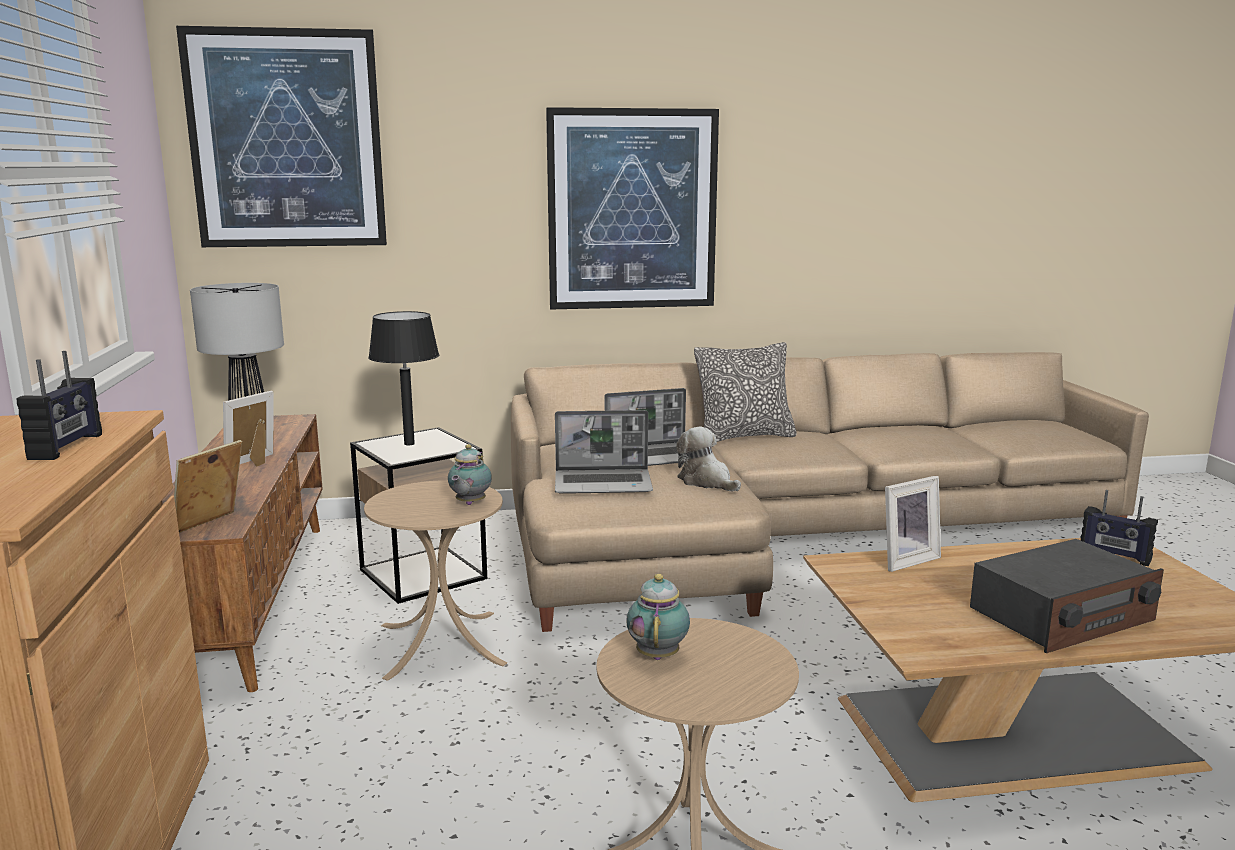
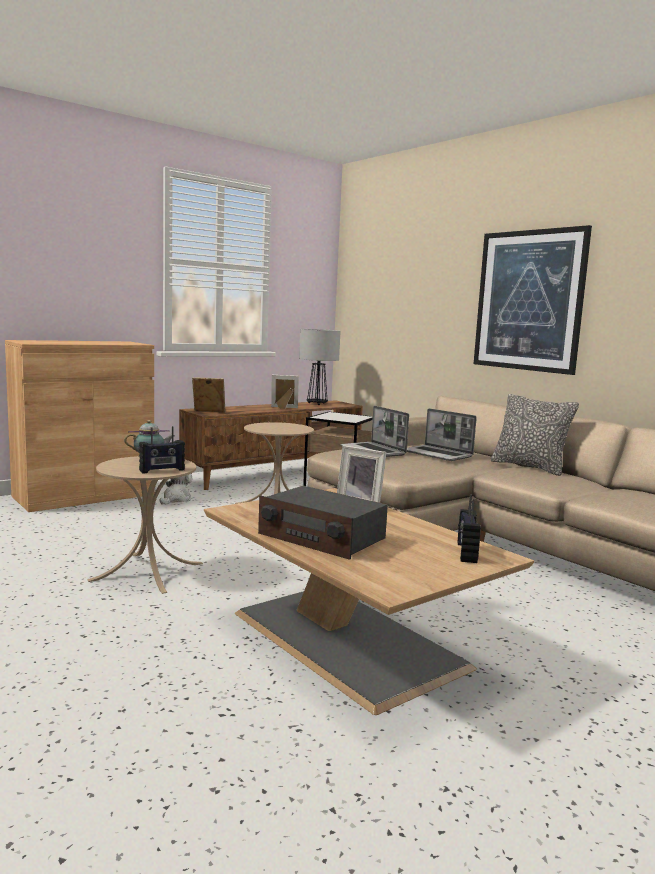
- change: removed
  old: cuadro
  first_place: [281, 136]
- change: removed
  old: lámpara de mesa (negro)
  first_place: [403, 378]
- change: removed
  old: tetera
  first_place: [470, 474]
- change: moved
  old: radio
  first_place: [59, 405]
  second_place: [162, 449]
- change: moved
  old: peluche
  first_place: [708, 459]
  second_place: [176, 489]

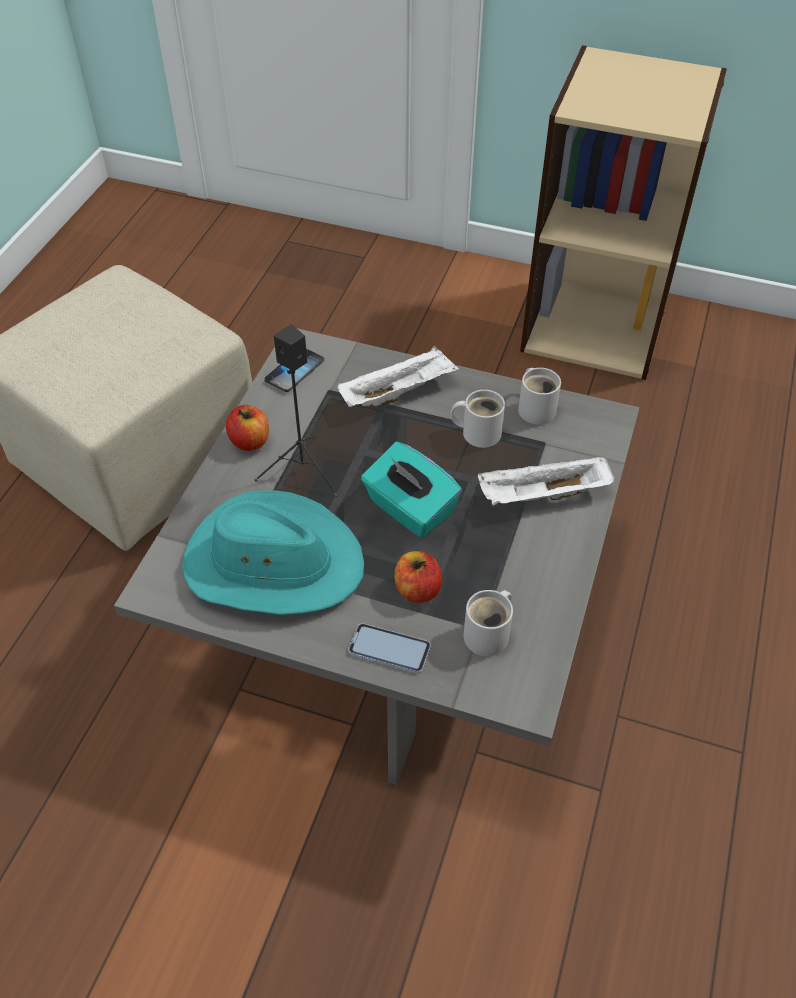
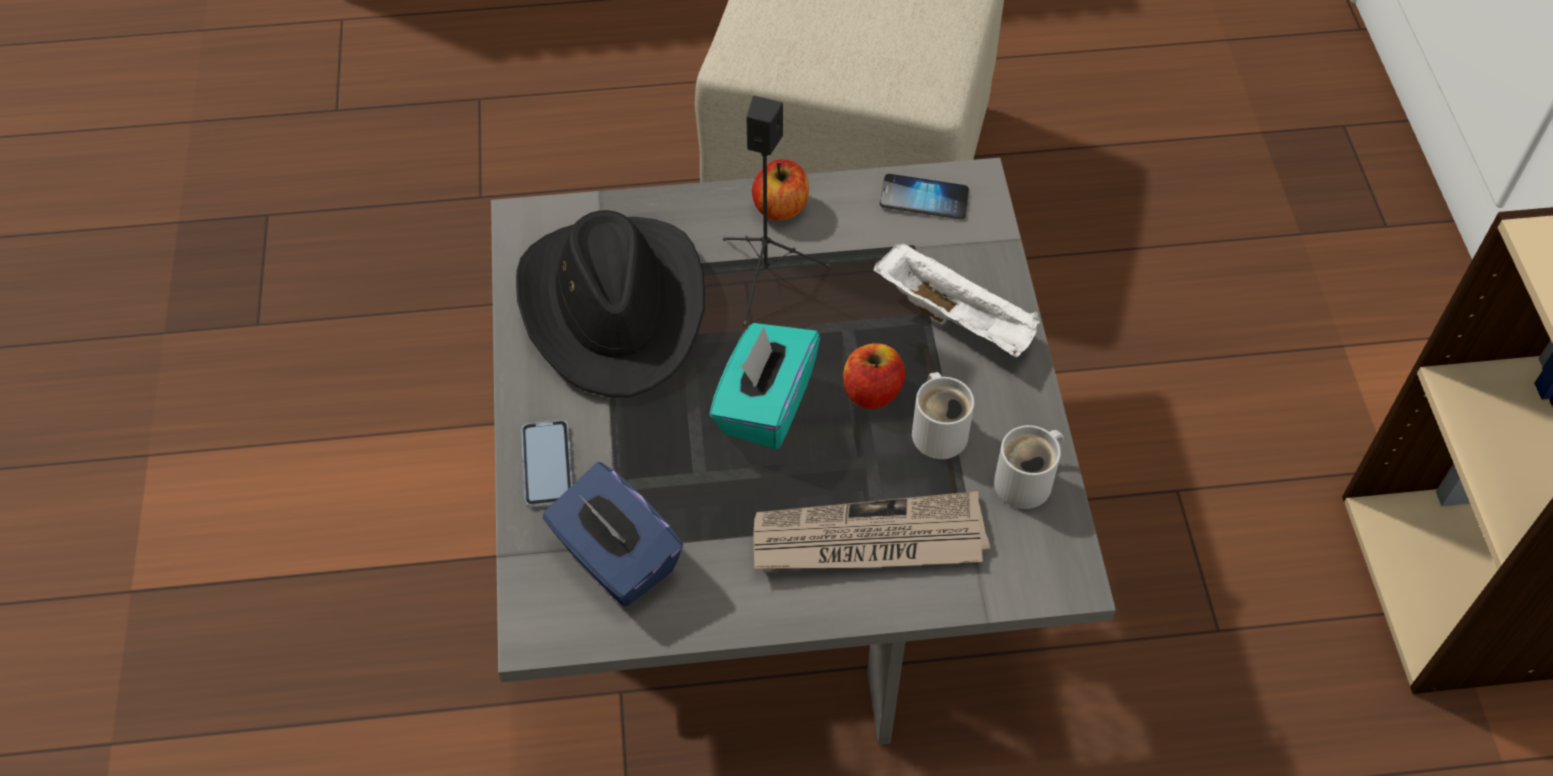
- change: moved
  old: manzana
  first_place: [418, 577]
  second_place: [874, 376]
- change: replaced
  old: taza grande (blanco)
  new: caja de pañuelos (azul)
  first_place: [488, 623]
  second_place: [613, 534]
- change: replaced
  old: bandeja (blanco)
  new: periódico
  first_place: [546, 480]
  second_place: [871, 531]
- change: recoloured
  old: sombrero (turquesa)
  new: sombrero (negro)
  first_place: [273, 552]
  second_place: [610, 303]

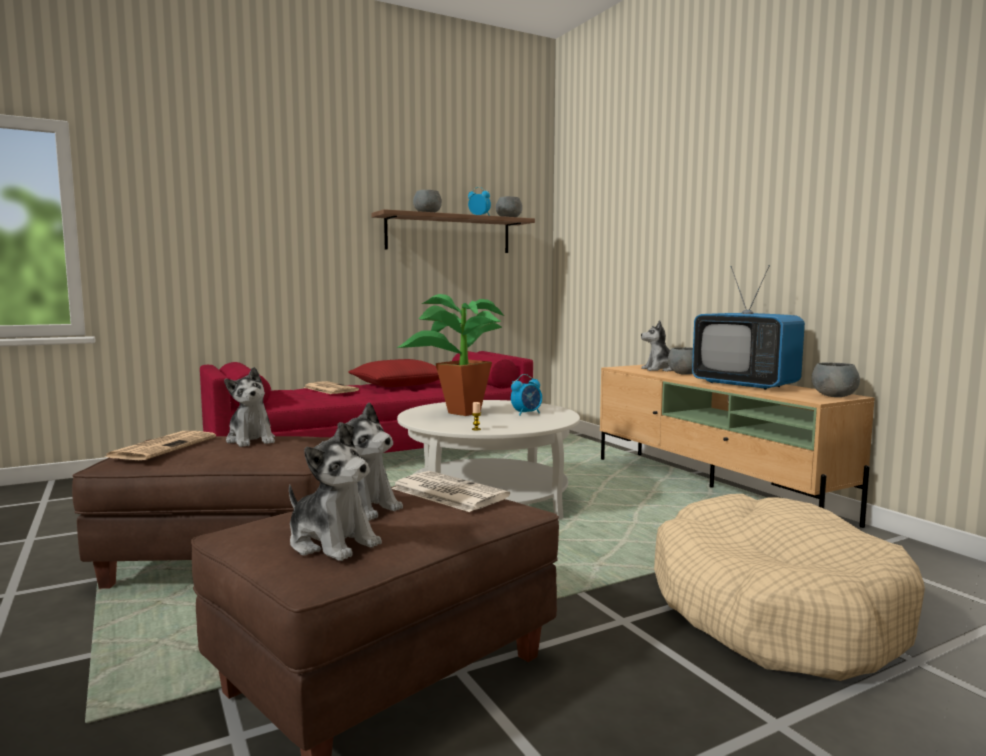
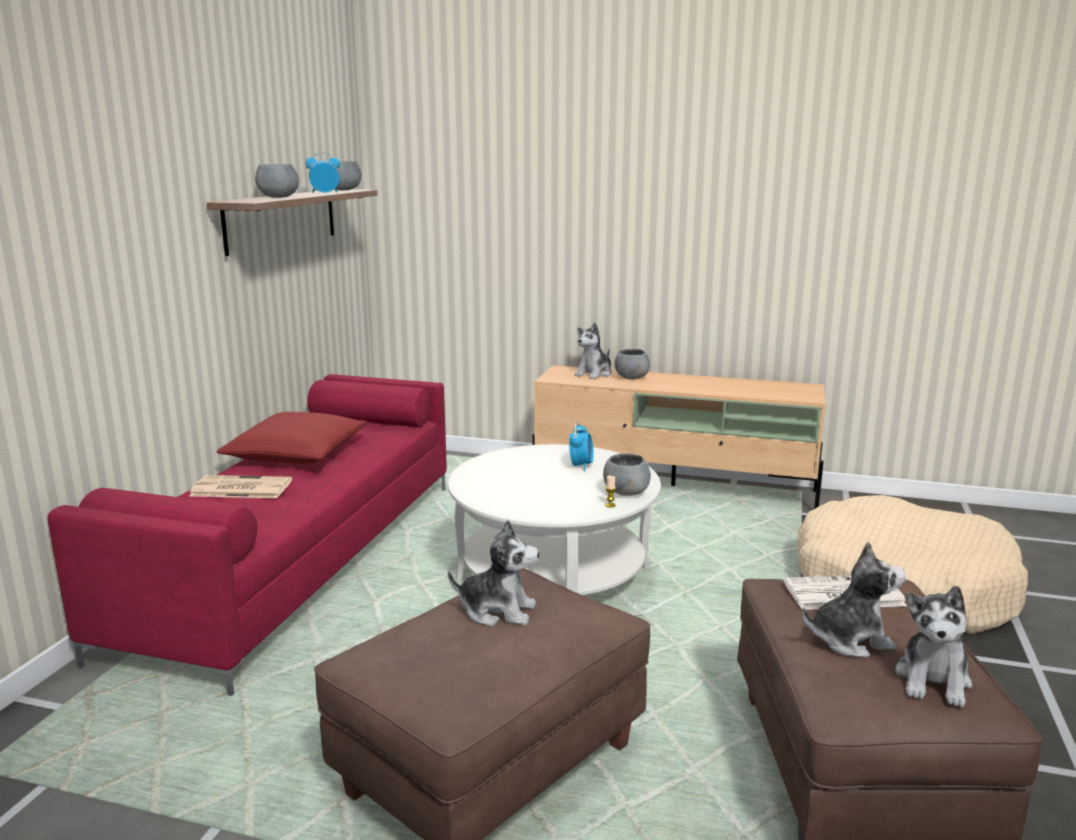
- change: removed
  old: periódico
  first_place: [160, 445]
- change: removed
  old: planta en maceta
  first_place: [450, 355]
- change: removed
  old: televisor
  first_place: [748, 327]
- change: moved
  old: cuenco (gris)
  first_place: [836, 380]
  second_place: [627, 474]
- change: turned
  old: peluche
  first_place: [335, 491]
  second_place: [933, 646]
  degrees: 120

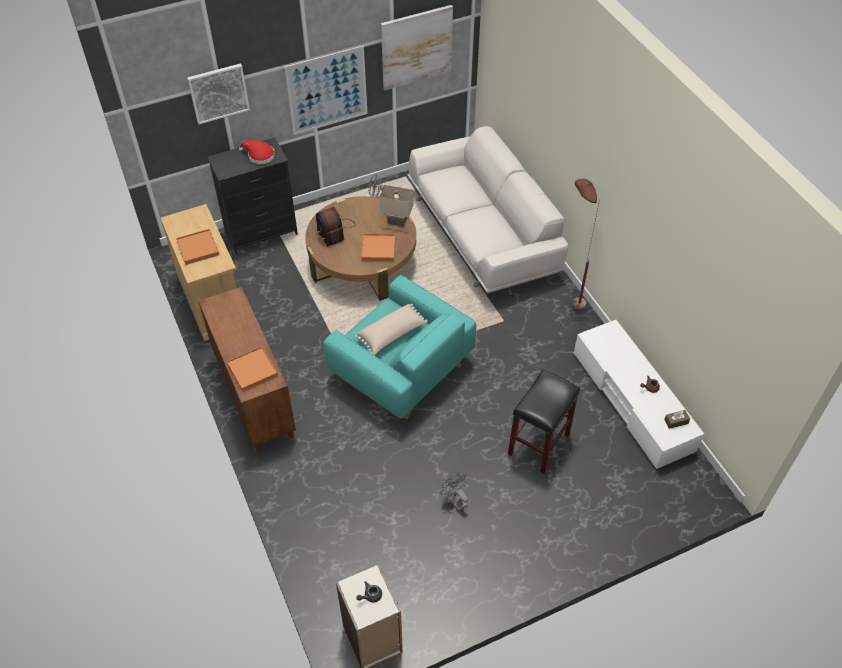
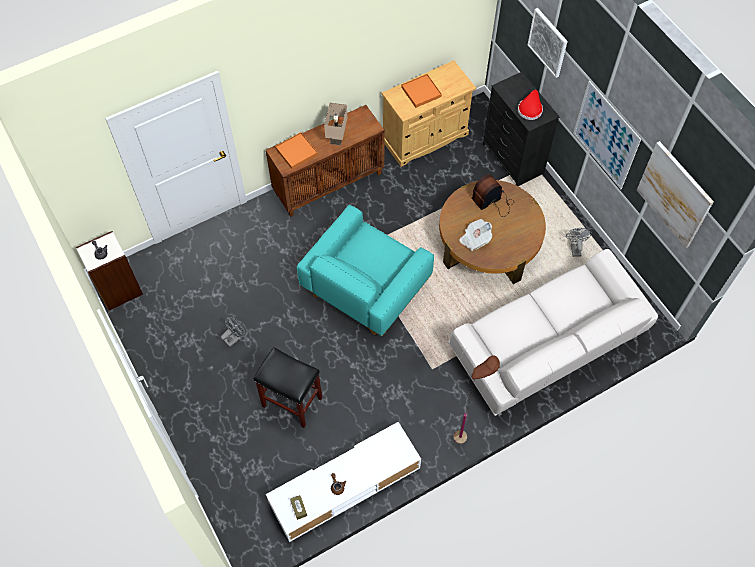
- change: removed
  old: cojín (beis)
  first_place: [391, 329]
- change: moved
  old: lámpara de mesa (beis)
  first_place: [396, 206]
  second_place: [335, 124]
- change: replaced
  old: bandeja (naranja)
  new: periódico
  first_place: [378, 247]
  second_place: [475, 235]

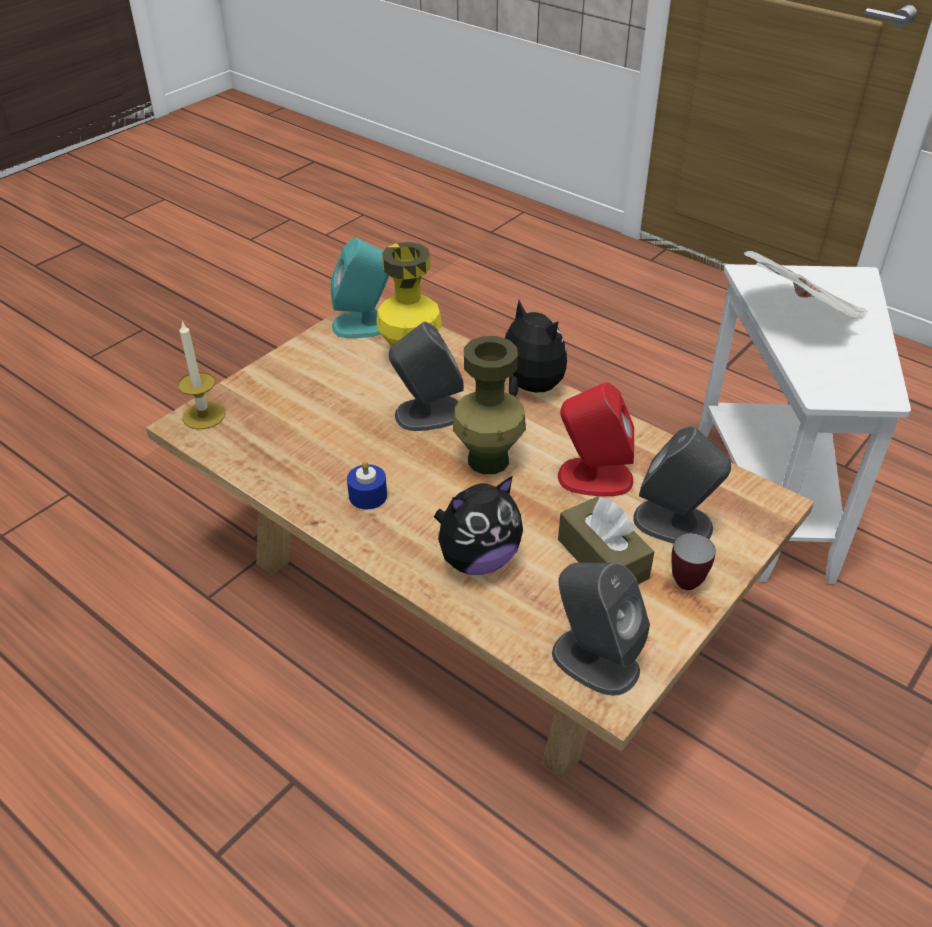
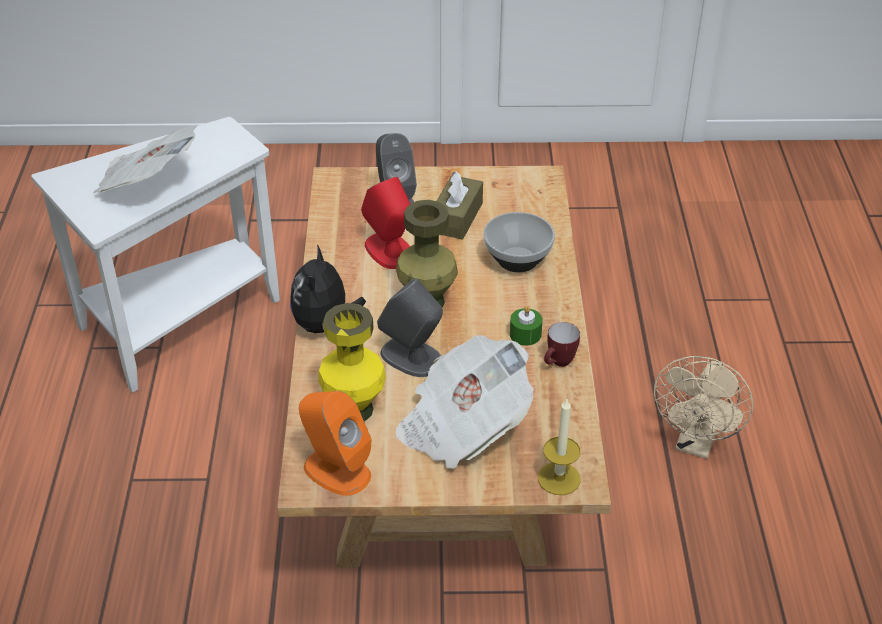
- change: removed
  old: altavoz (gris)
  first_place: [601, 629]
- change: added
  new: periódico
  second_place: [464, 402]
- change: added
  new: ventilador (beis)
  second_place: [704, 407]
- change: moved
  old: taza grande
  first_place: [693, 561]
  second_place: [562, 344]
- change: replaced
  old: peluche
  new: cuenco
  first_place: [478, 525]
  second_place: [519, 242]
- change: recoloured
  old: altavoz (turquesa)
  new: altavoz (naranja)
  first_place: [360, 288]
  second_place: [335, 443]
- change: recoloured
  old: vela (azul)
  new: vela (verde)
  first_place: [367, 485]
  second_place: [526, 326]

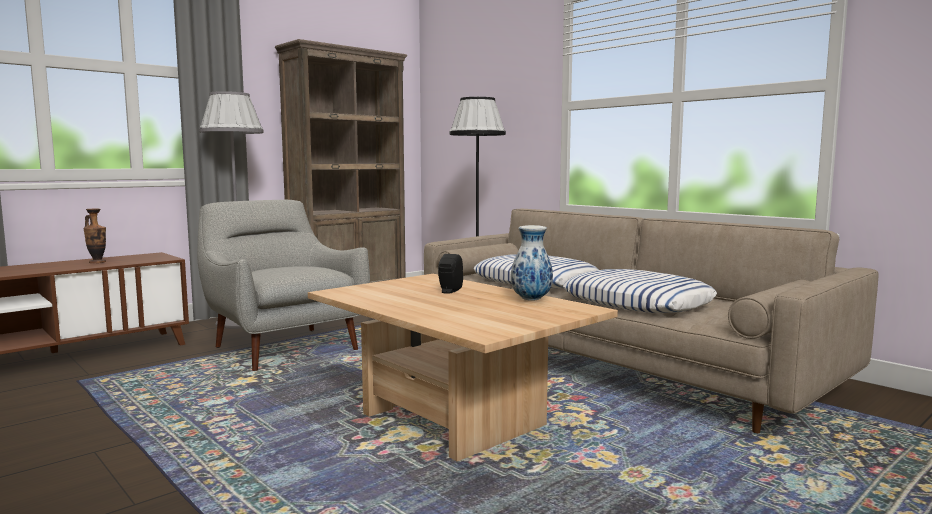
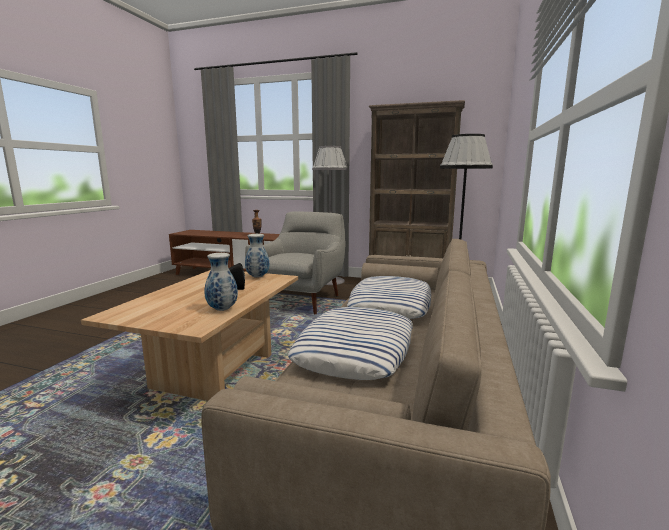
- change: added
  new: florero
  second_place: [257, 256]

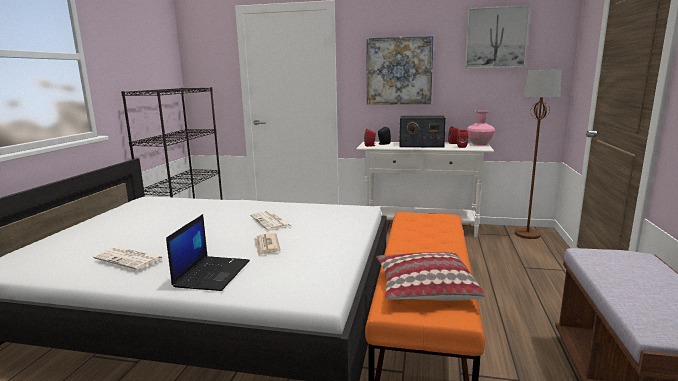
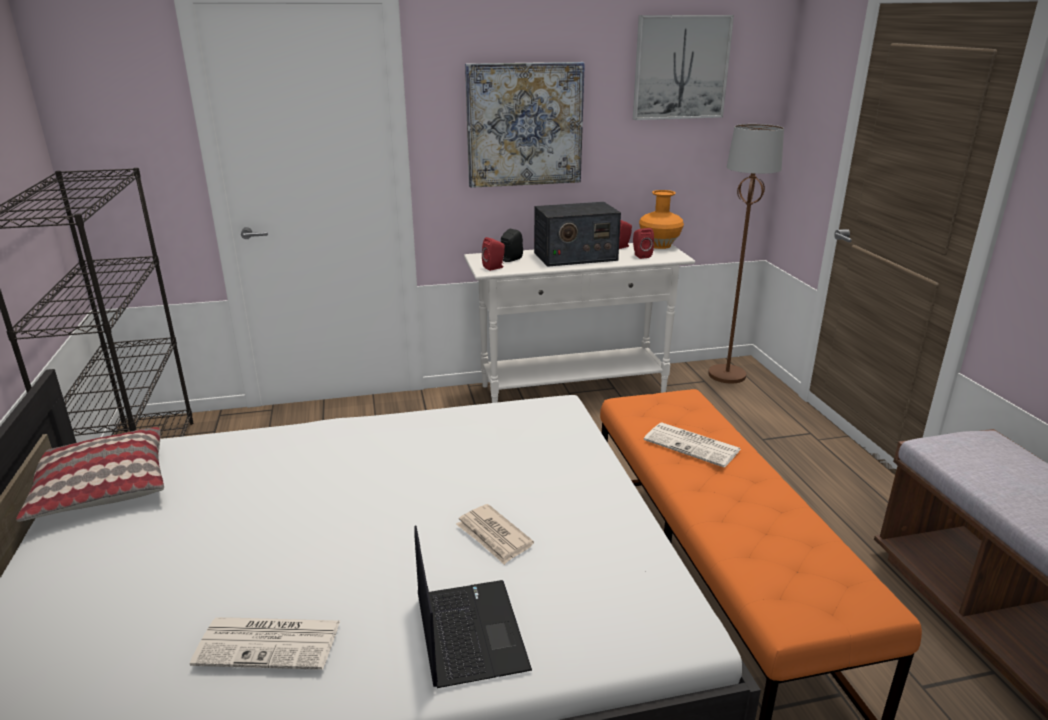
- change: moved
  old: periódico
  first_place: [271, 221]
  second_place: [692, 445]
- change: moved
  old: cojín
  first_place: [431, 276]
  second_place: [90, 474]
- change: recoloured
  old: florero (rosa)
  new: florero (naranja)
  first_place: [481, 128]
  second_place: [661, 219]

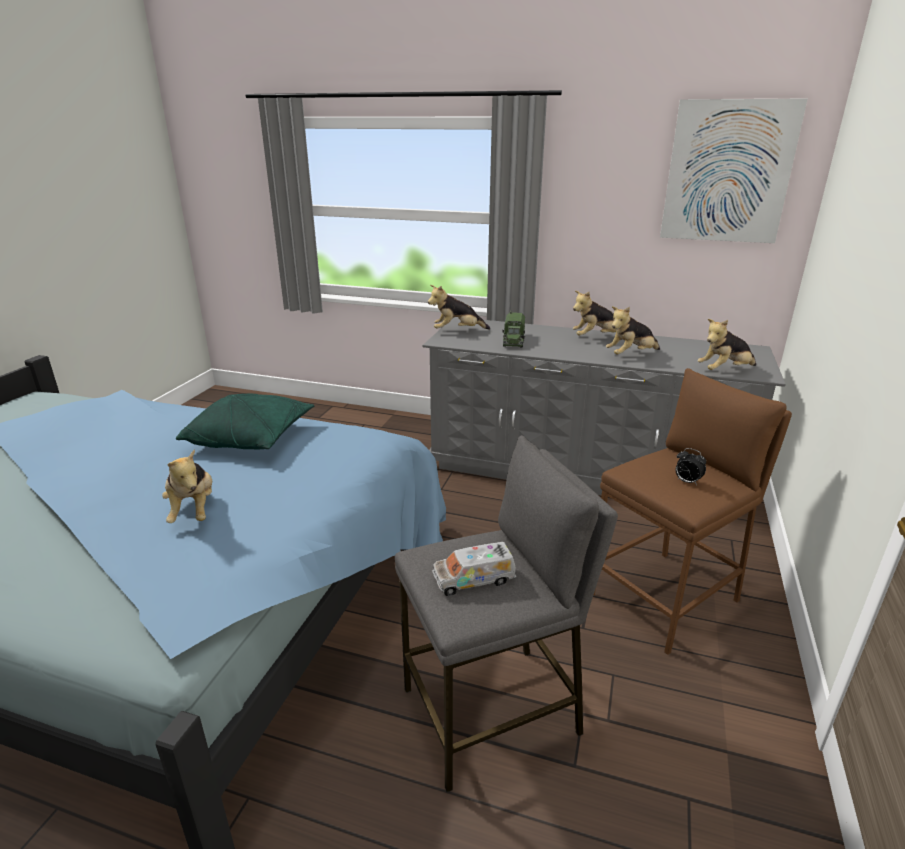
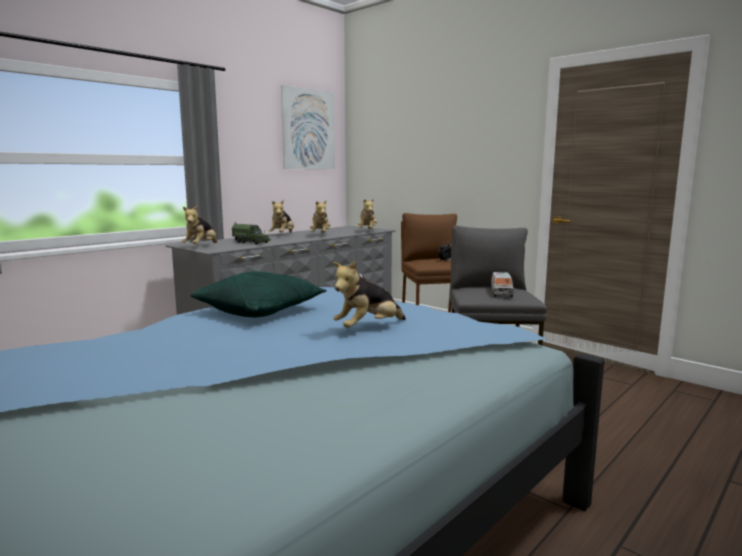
- change: turned
  old: peluche
  first_place: [187, 486]
  second_place: [369, 294]
  degrees: 135

